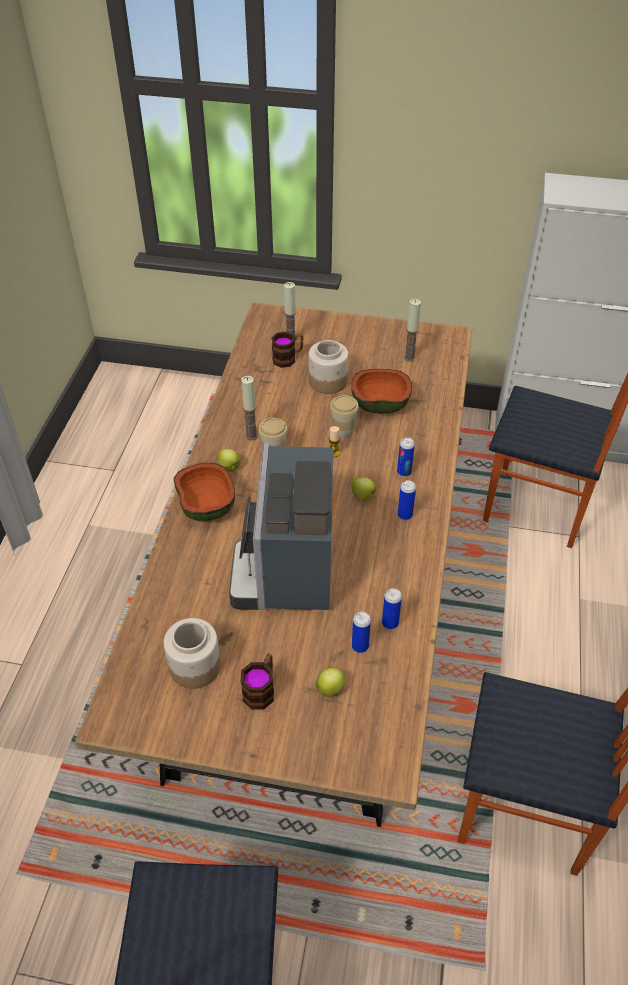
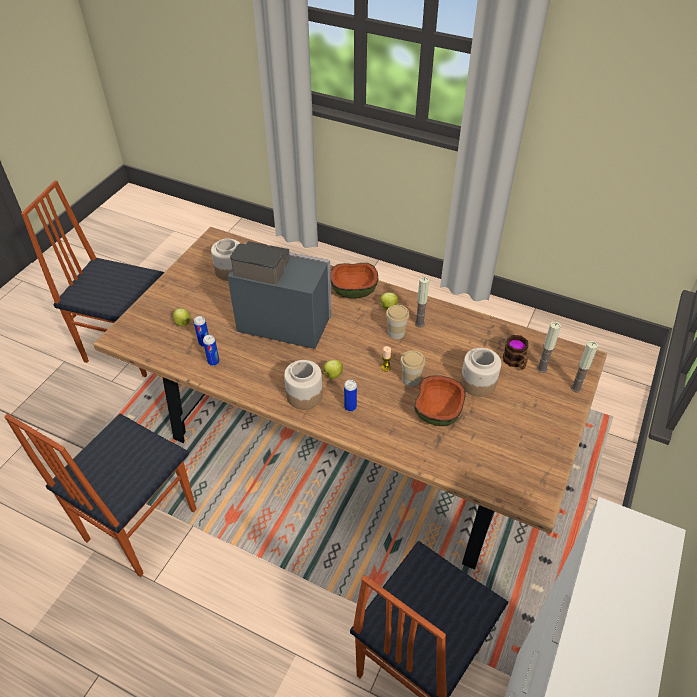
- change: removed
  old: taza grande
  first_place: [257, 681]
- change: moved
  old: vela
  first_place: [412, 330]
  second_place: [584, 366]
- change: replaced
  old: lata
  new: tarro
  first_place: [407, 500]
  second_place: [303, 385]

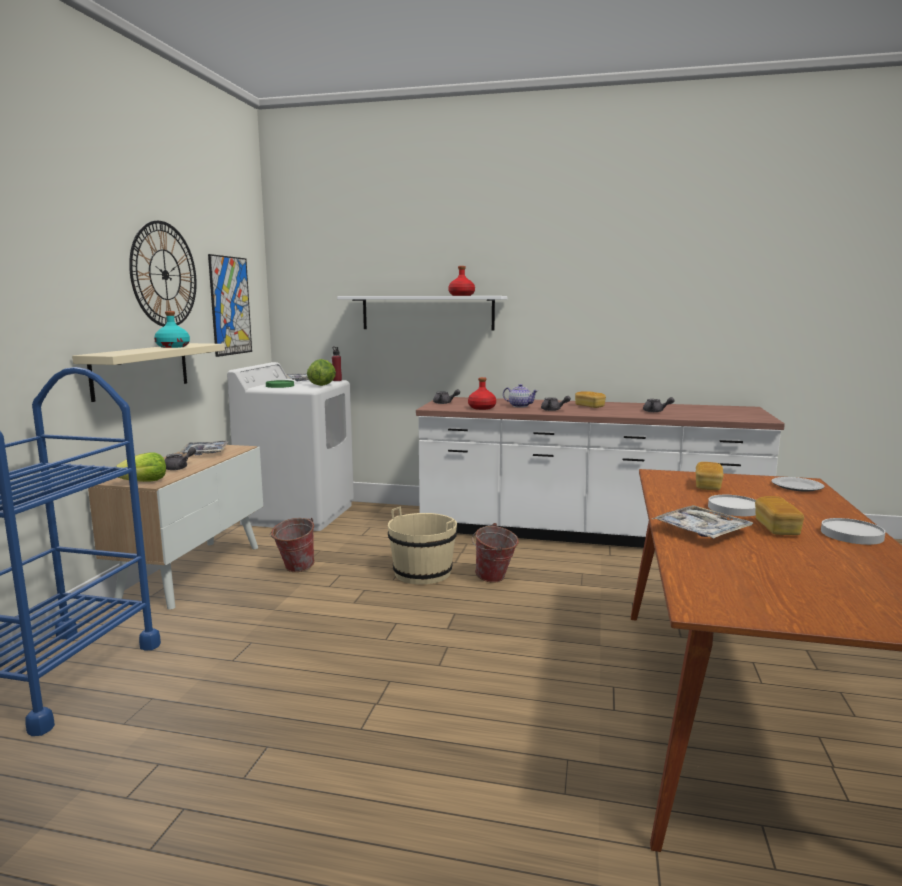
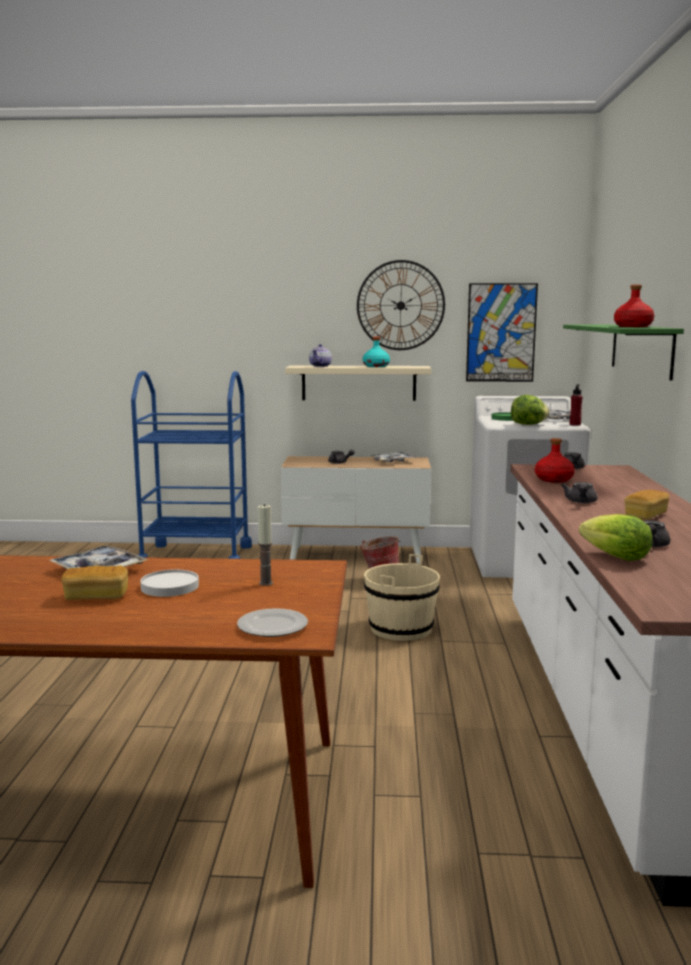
- change: removed
  old: cubo
  first_place: [495, 553]
- change: removed
  old: plato (blanco)
  first_place: [853, 531]
- change: moved
  old: lechuga
  first_place: [141, 467]
  second_place: [615, 537]
- change: moved
  old: tetera
  first_place: [520, 396]
  second_place: [320, 355]
- change: replaced
  old: pan
  new: vela
  first_place: [709, 476]
  second_place: [265, 545]
- change: recoloured
  old: estante (blanco)
  new: estante (verde)
  first_place: [422, 313]
  second_place: [623, 352]

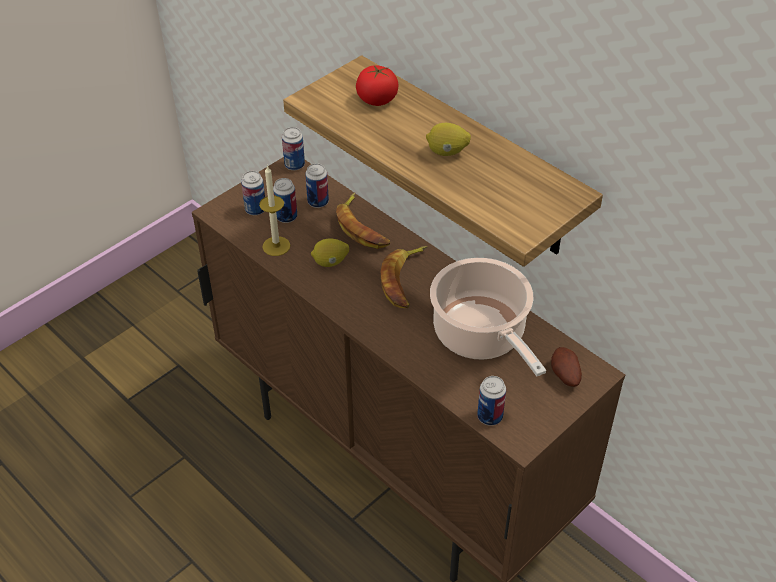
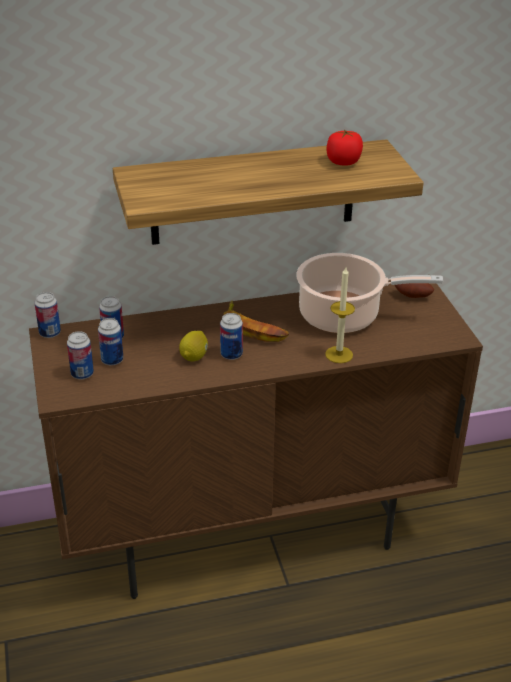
- change: removed
  old: plátano
  first_place: [363, 221]
- change: removed
  old: limón
  first_place: [448, 139]
- change: moved
  old: vela
  first_place: [274, 210]
  second_place: [340, 315]
- change: moved
  old: tomate
  first_place: [377, 85]
  second_place: [344, 148]
- change: moved
  old: lata
  first_place: [491, 401]
  second_place: [231, 336]

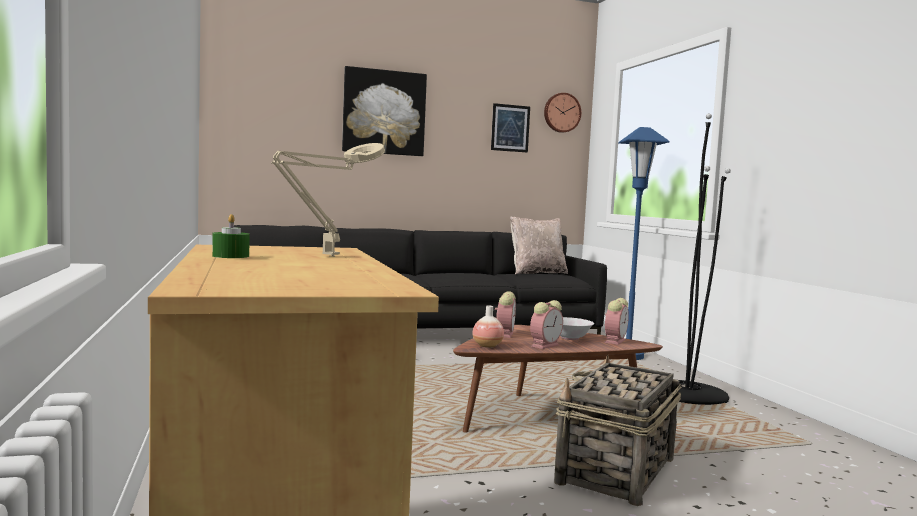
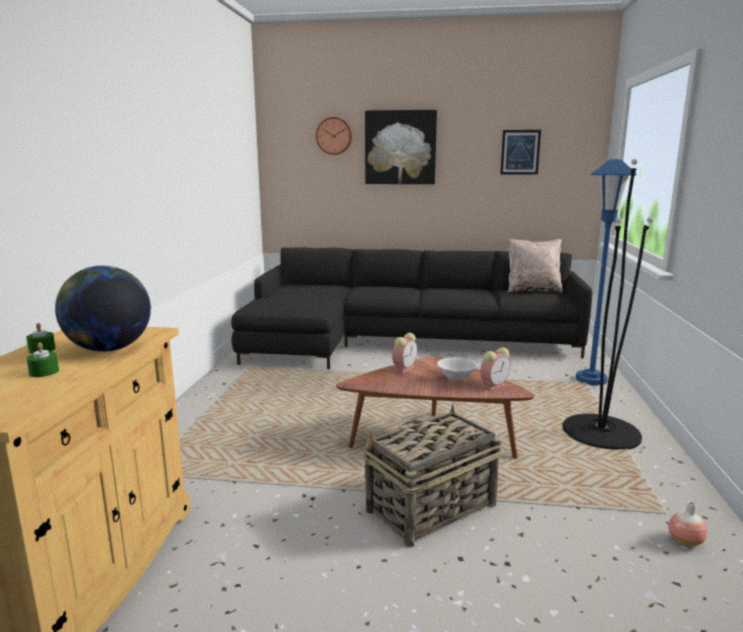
- change: removed
  old: despertador
  first_place: [546, 324]
- change: added
  new: vela (verde)
  second_place: [42, 359]
- change: moved
  old: florero
  first_place: [488, 327]
  second_place: [687, 524]
- change: moved
  old: reloj de pared
  first_place: [562, 113]
  second_place: [334, 136]
- change: replaced
  old: lámpara de mesa (beis)
  new: globo terráqueo
  first_place: [328, 200]
  second_place: [103, 309]

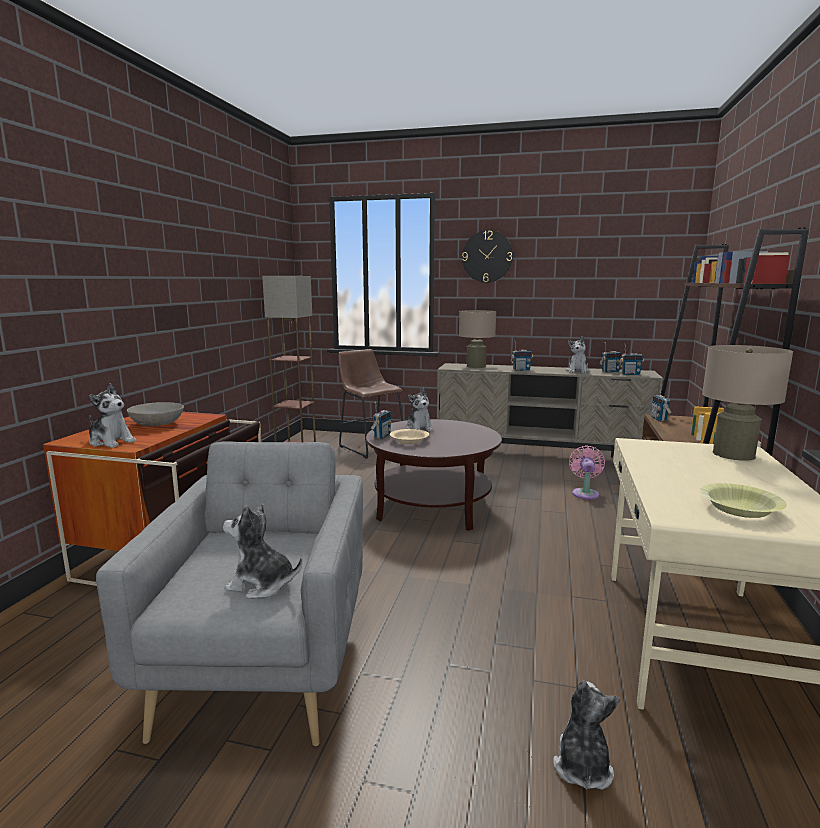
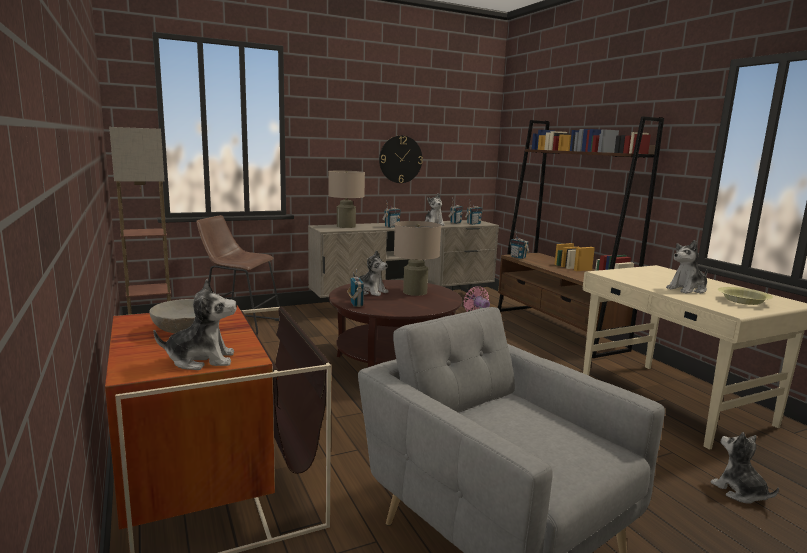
- change: removed
  old: cuenco (beis)
  first_place: [409, 436]
- change: moved
  old: peluche
  first_place: [262, 551]
  second_place: [687, 267]
- change: moved
  old: reloj de pared
  first_place: [487, 256]
  second_place: [401, 159]
- change: moved
  old: lámpara de mesa (beis)
  first_place: [747, 403]
  second_place: [417, 258]

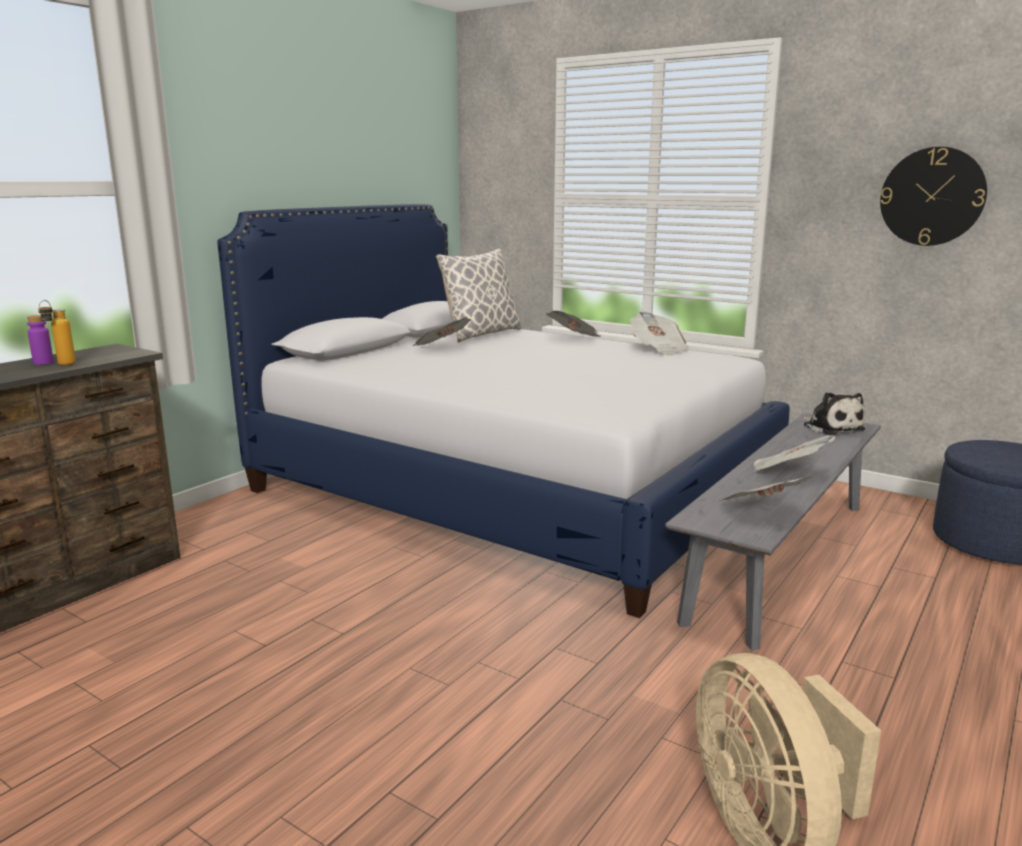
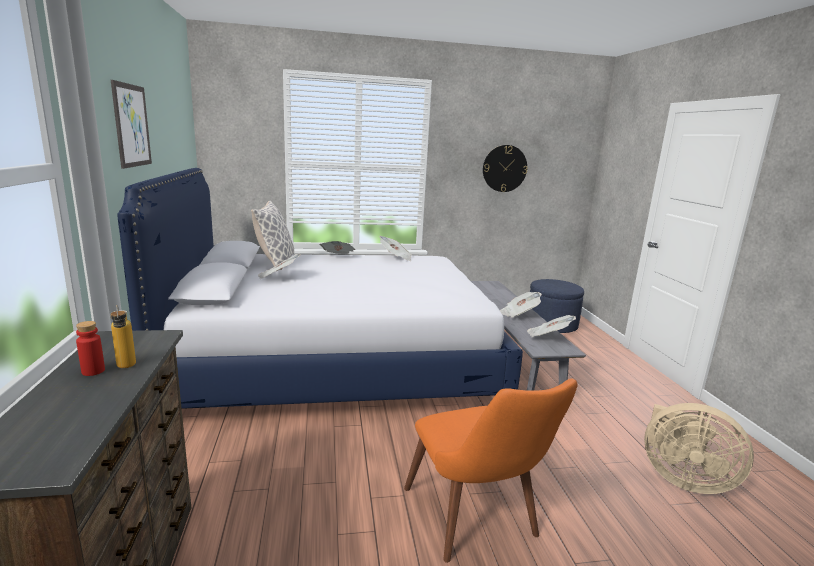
- change: removed
  old: peluche
  first_place: [834, 413]
- change: added
  new: cuadro
  second_place: [131, 124]
- change: added
  new: silla (naranja)
  second_place: [491, 470]
- change: recoloured
  old: botella (morado)
  new: botella (rojo)
  first_place: [40, 340]
  second_place: [90, 348]

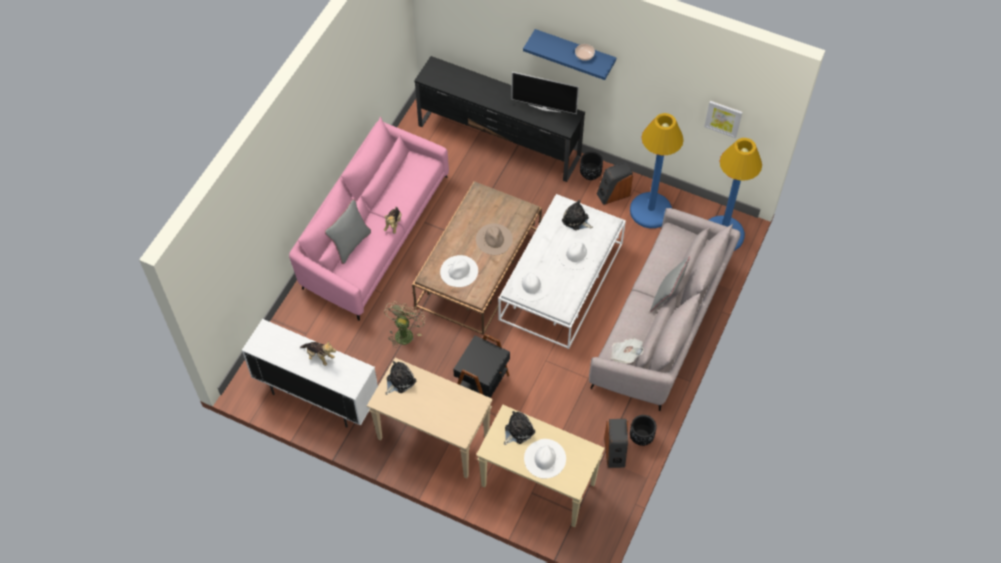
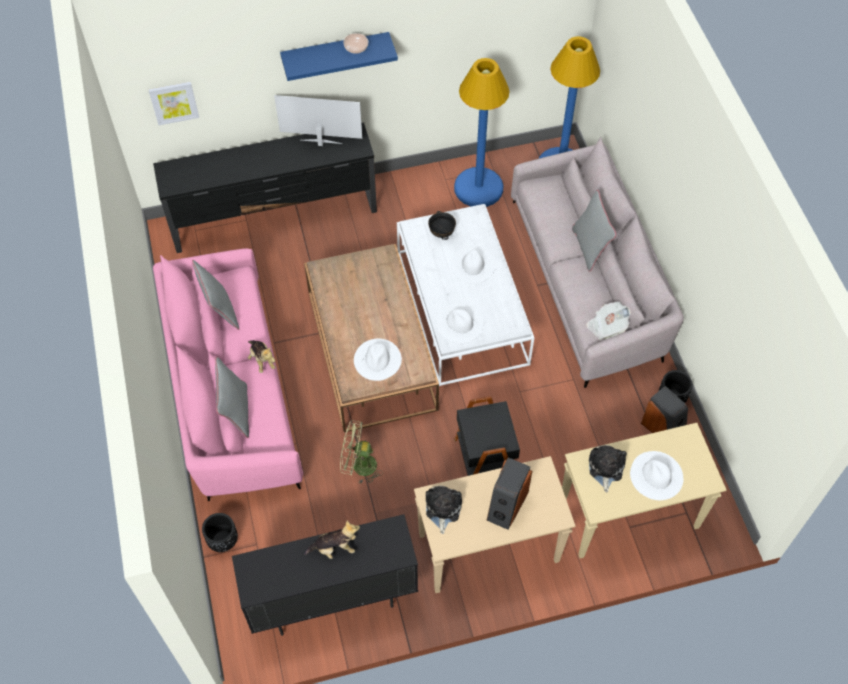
- change: removed
  old: sombrero (beis)
  first_place: [494, 239]
- change: added
  new: cojín (gris)
  second_place: [215, 295]
- change: moved
  old: maceta (negro)
  first_place: [591, 166]
  second_place: [220, 532]
- change: moved
  old: altavoz
  first_place: [615, 183]
  second_place: [509, 493]
- change: moved
  old: cuadro
  first_place: [723, 119]
  second_place: [174, 103]
- change: replaced
  old: peluche
  new: cuenco (negro)
  first_place: [577, 215]
  second_place: [442, 225]
- change: recoloured
  old: armario (blanco)
  new: armario (negro)
  first_place: [310, 373]
  second_place: [325, 575]
- change: turned
  old: ventilador (verde)
  first_place: [405, 325]
  second_place: [361, 452]
  degrees: -60
- change: turned
  old: televisor
  first_place: [545, 93]
  second_place: [318, 120]
  degrees: -150

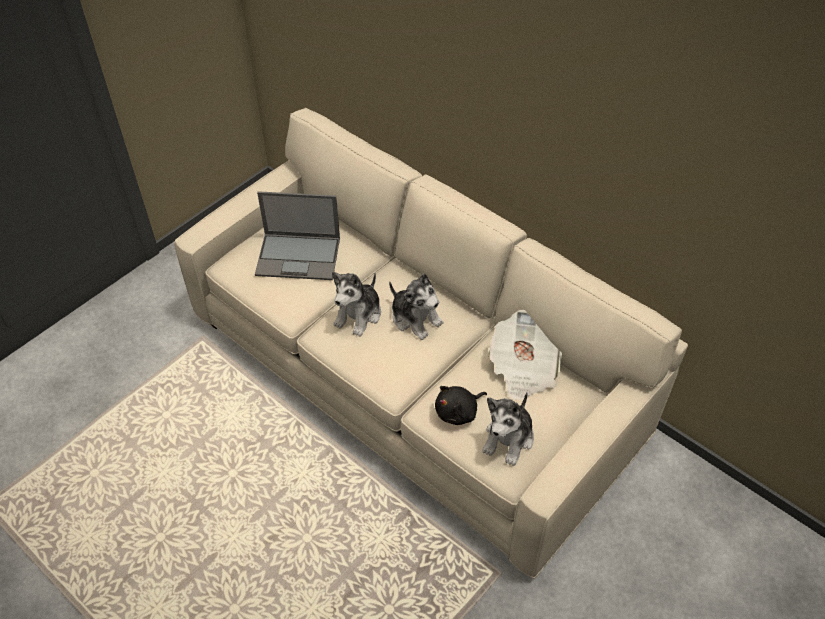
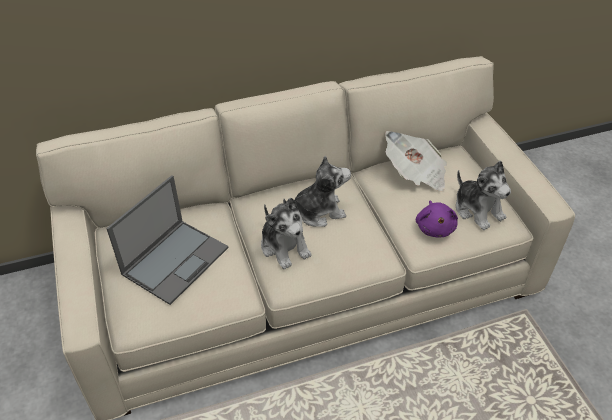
- change: recoloured
  old: peluche (negro)
  new: peluche (morado)
  first_place: [461, 405]
  second_place: [437, 219]

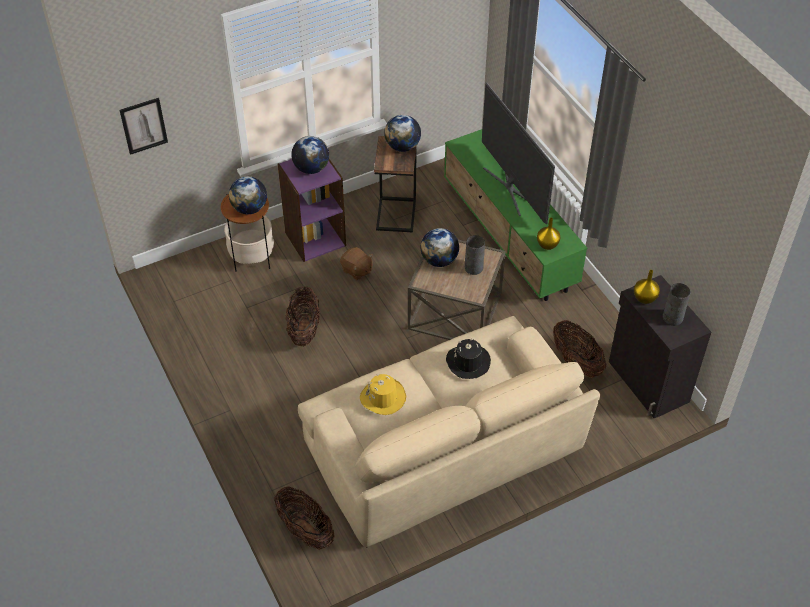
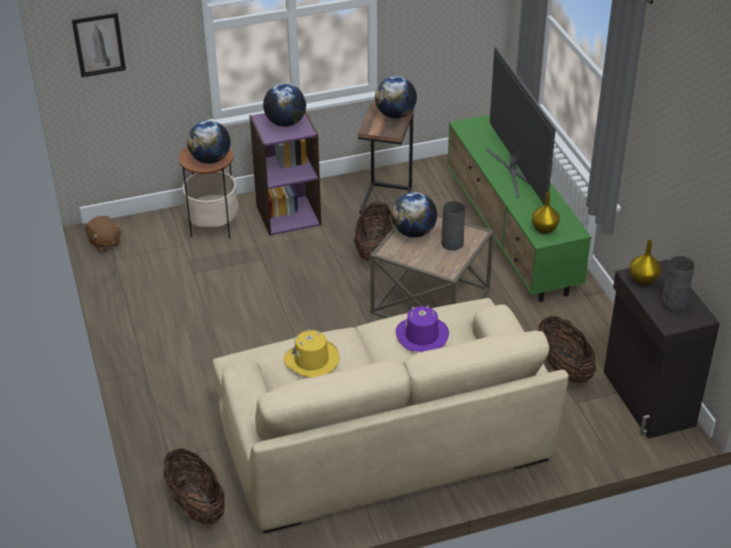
- change: moved
  old: cesta
  first_place: [303, 316]
  second_place: [373, 231]
- change: moved
  old: peluche (marrón)
  first_place: [356, 263]
  second_place: [103, 234]
- change: recoloured
  old: sombrero (negro)
  new: sombrero (morado)
  first_place: [468, 358]
  second_place: [422, 328]

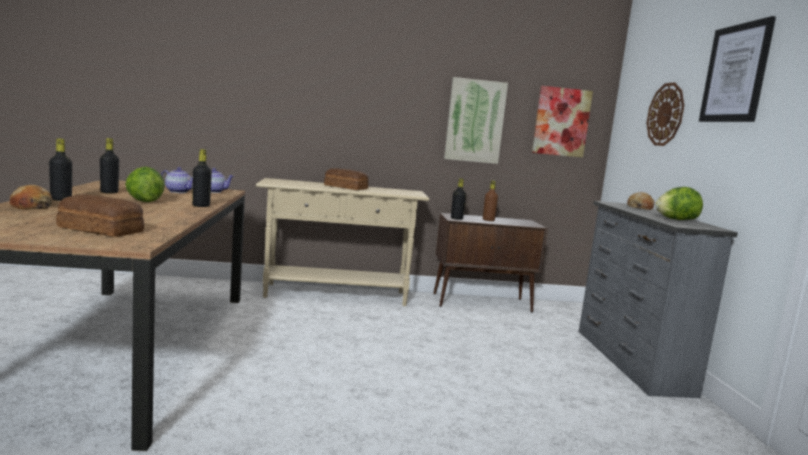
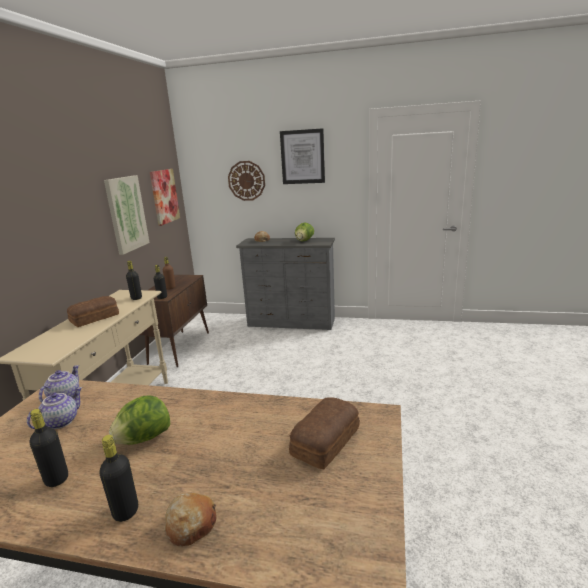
- change: moved
  old: botella (negro)
  first_place: [202, 178]
  second_place: [134, 280]

